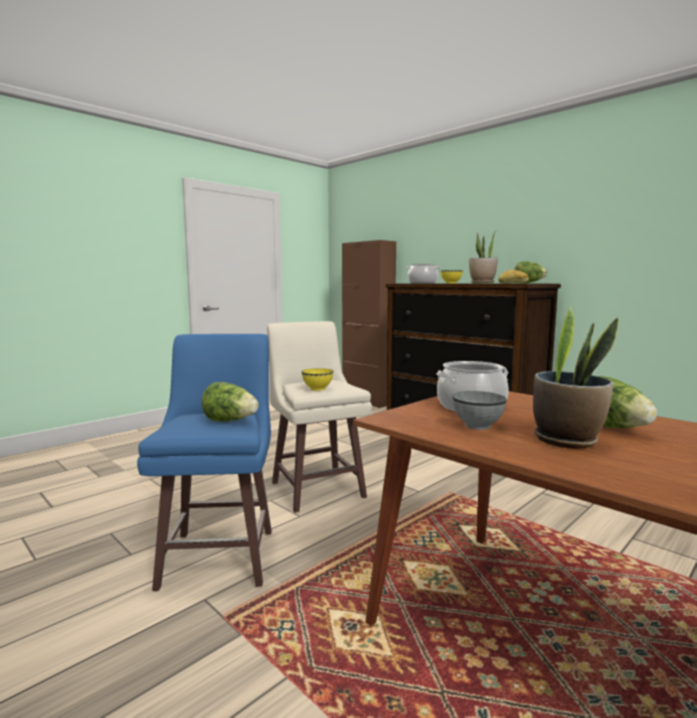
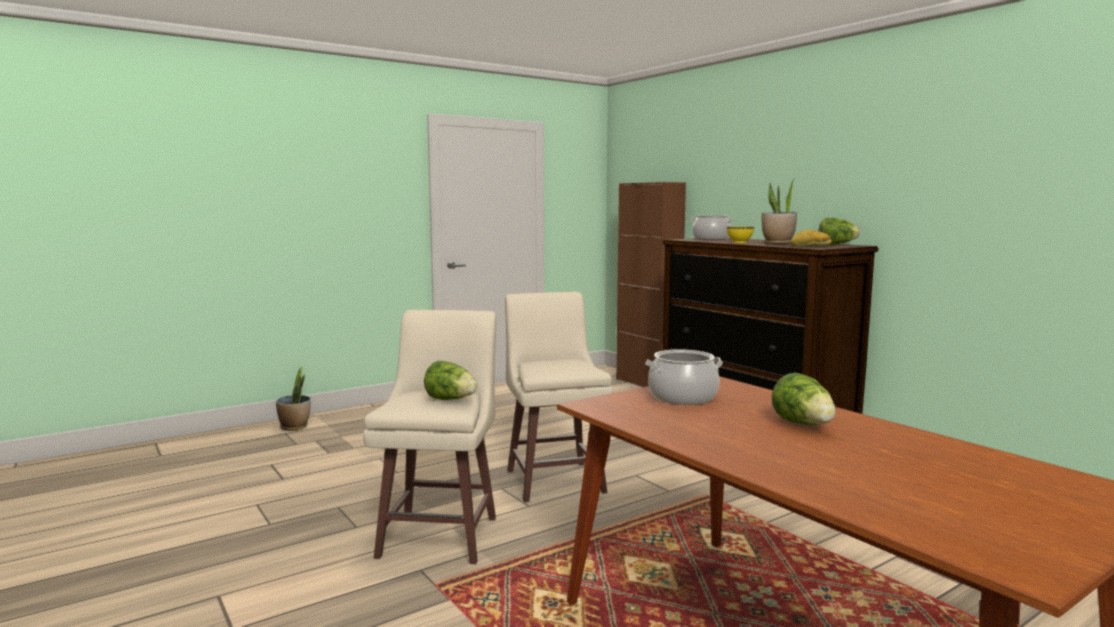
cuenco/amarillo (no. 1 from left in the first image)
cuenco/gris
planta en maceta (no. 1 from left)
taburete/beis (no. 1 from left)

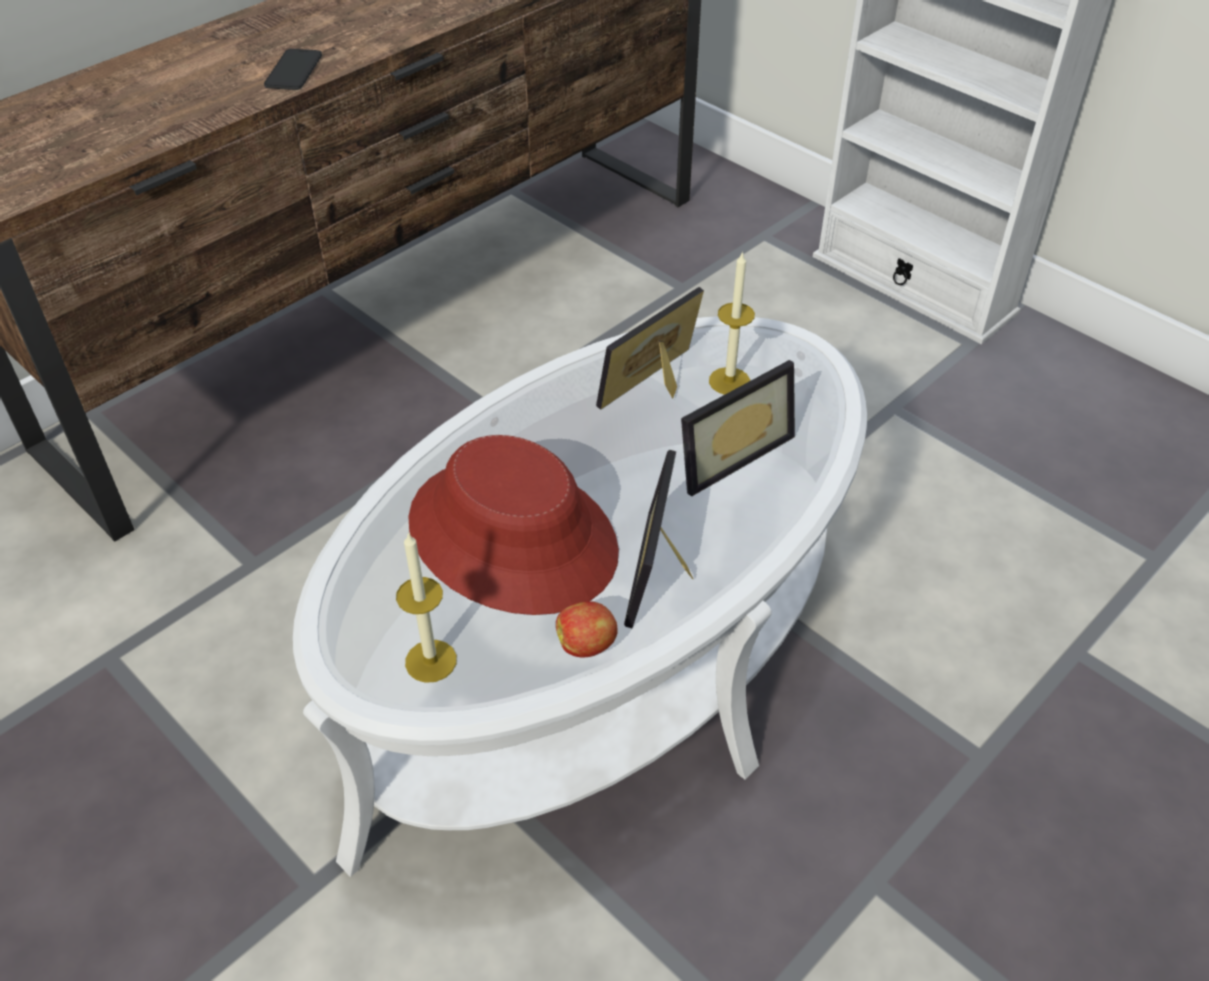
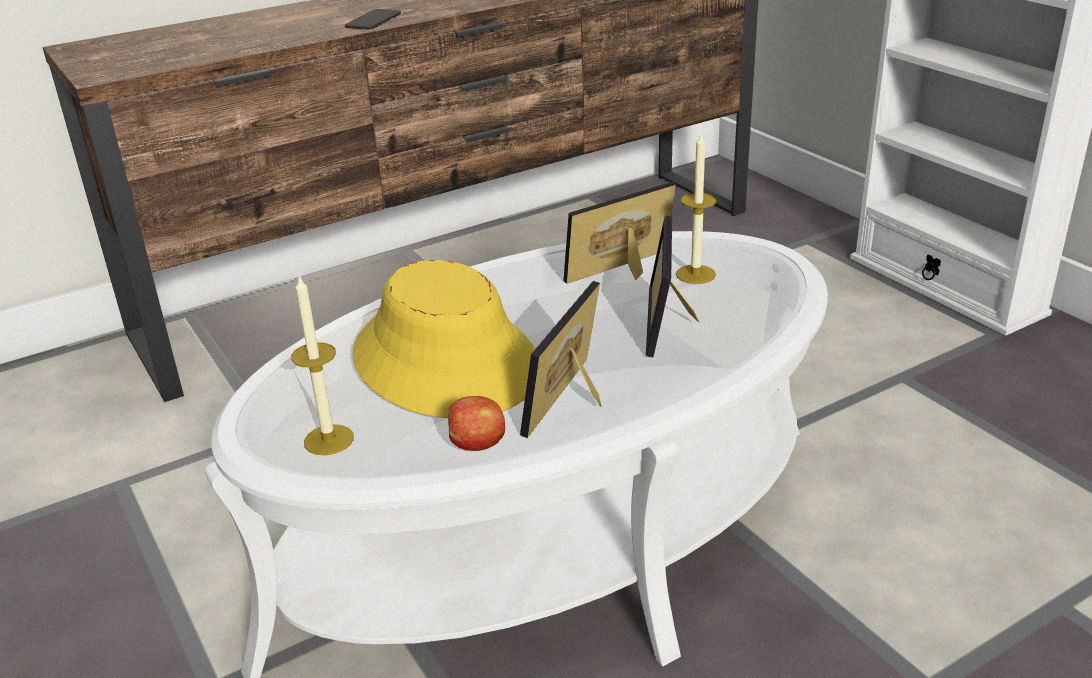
sombrero/amarillo
portarretratos (no. 3 from left)

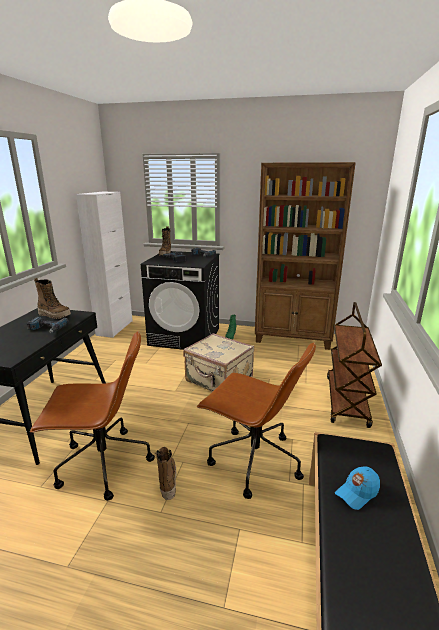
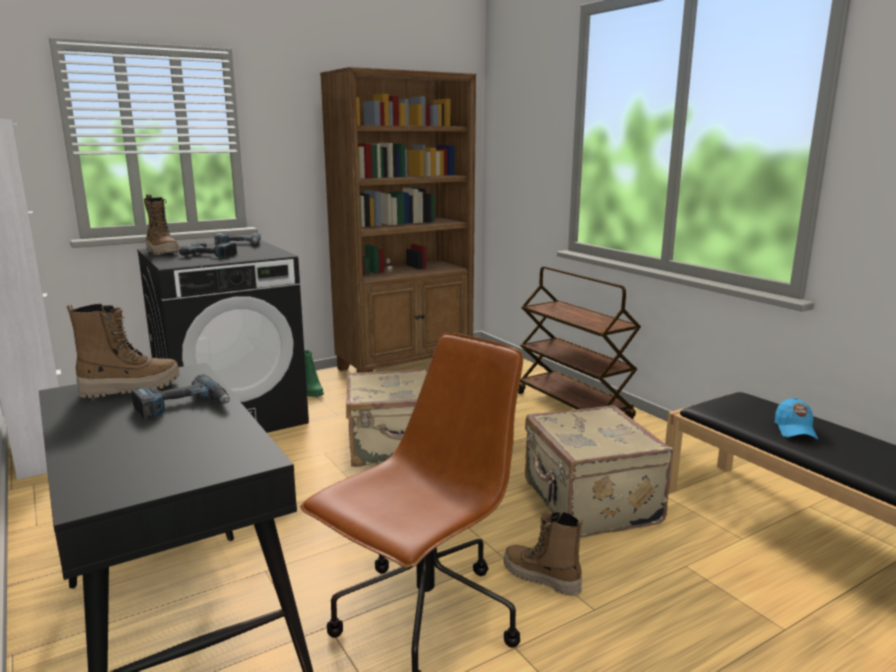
maleta/beis (no. 2 from left)

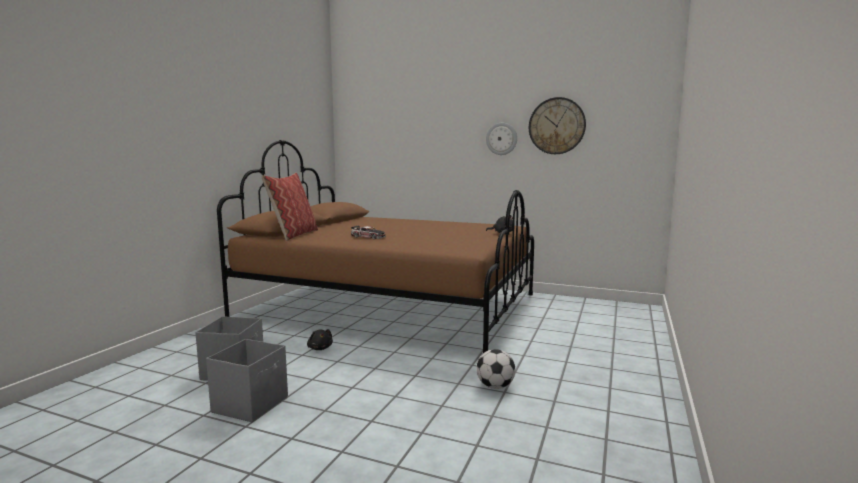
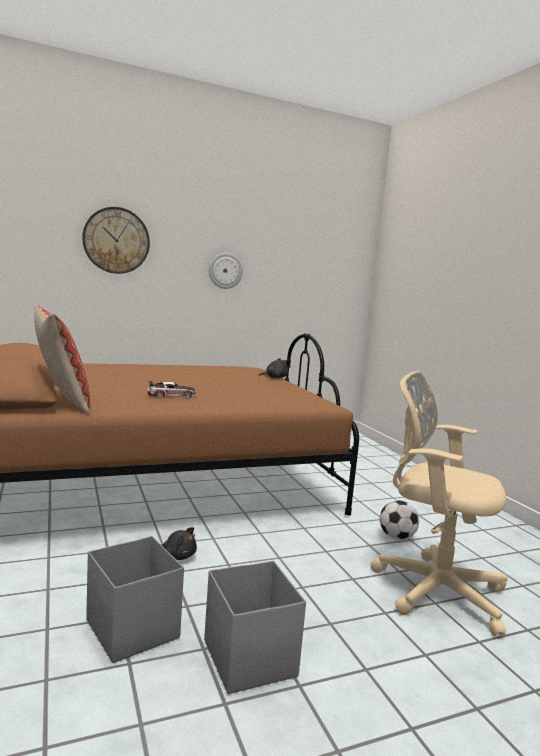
silla de oficina/beis
reloj de pared (no. 1 from left)

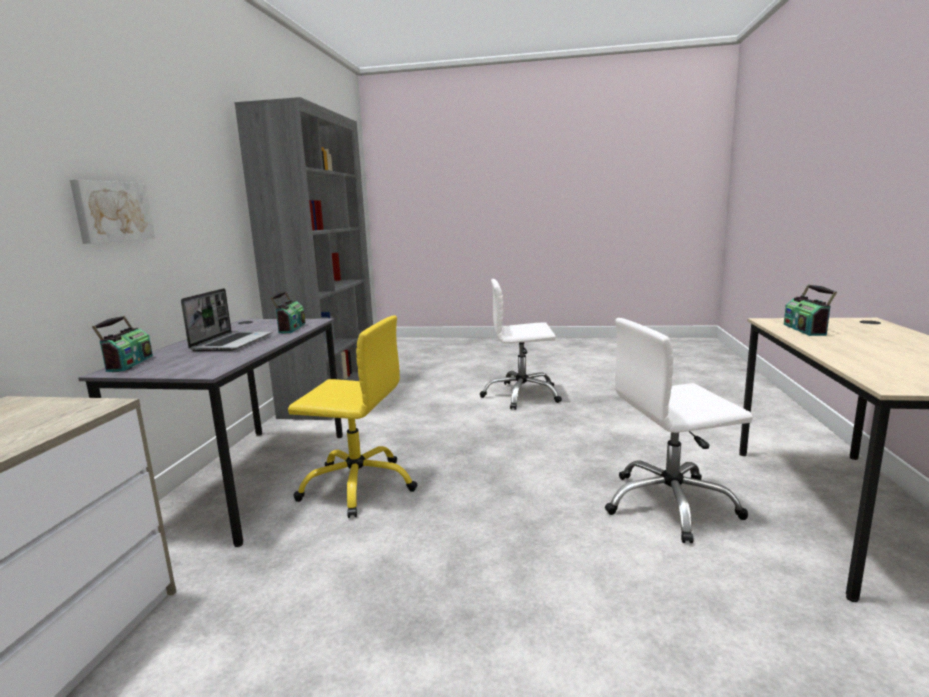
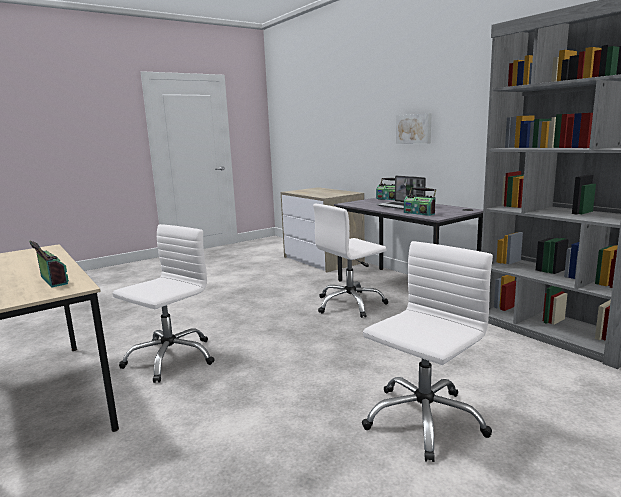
silla de oficina/blanco (no. 2 from left)

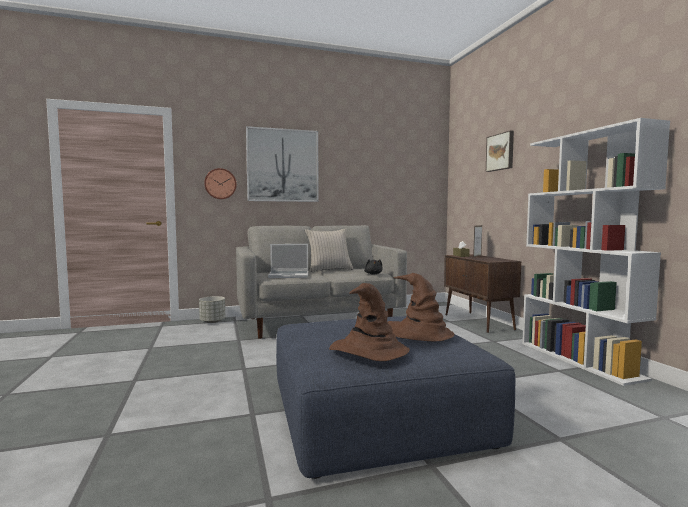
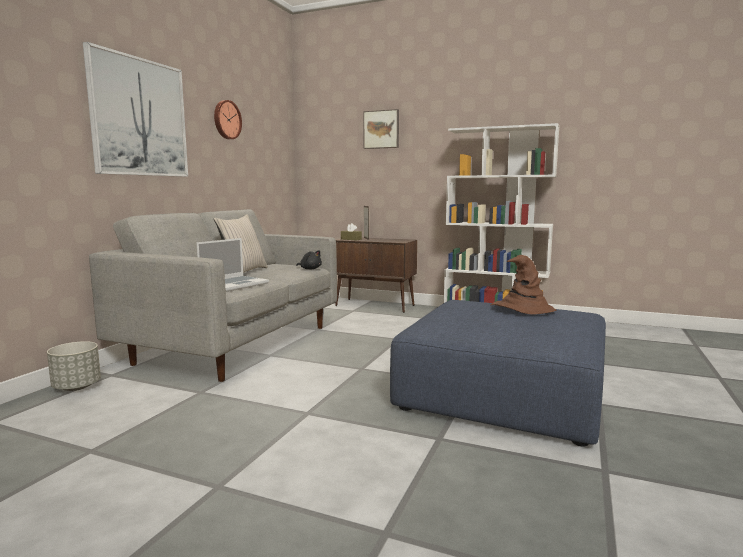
sombrero/marrón (no. 1 from left in the first image)
reloj de pared

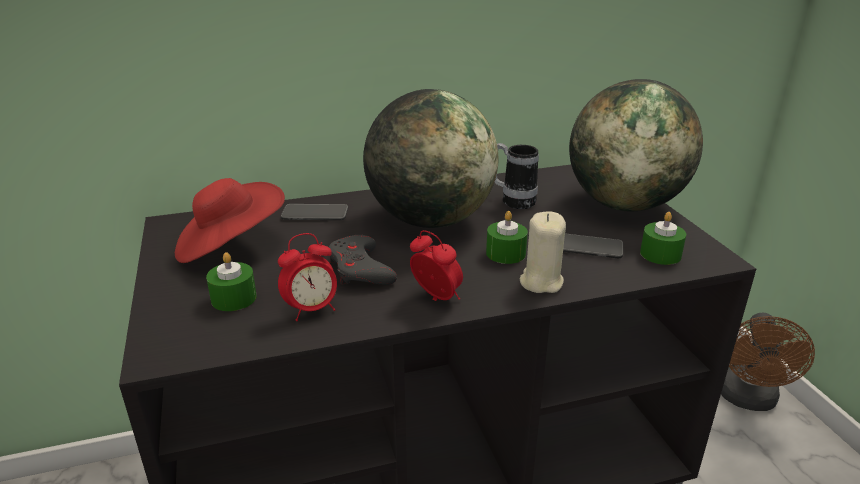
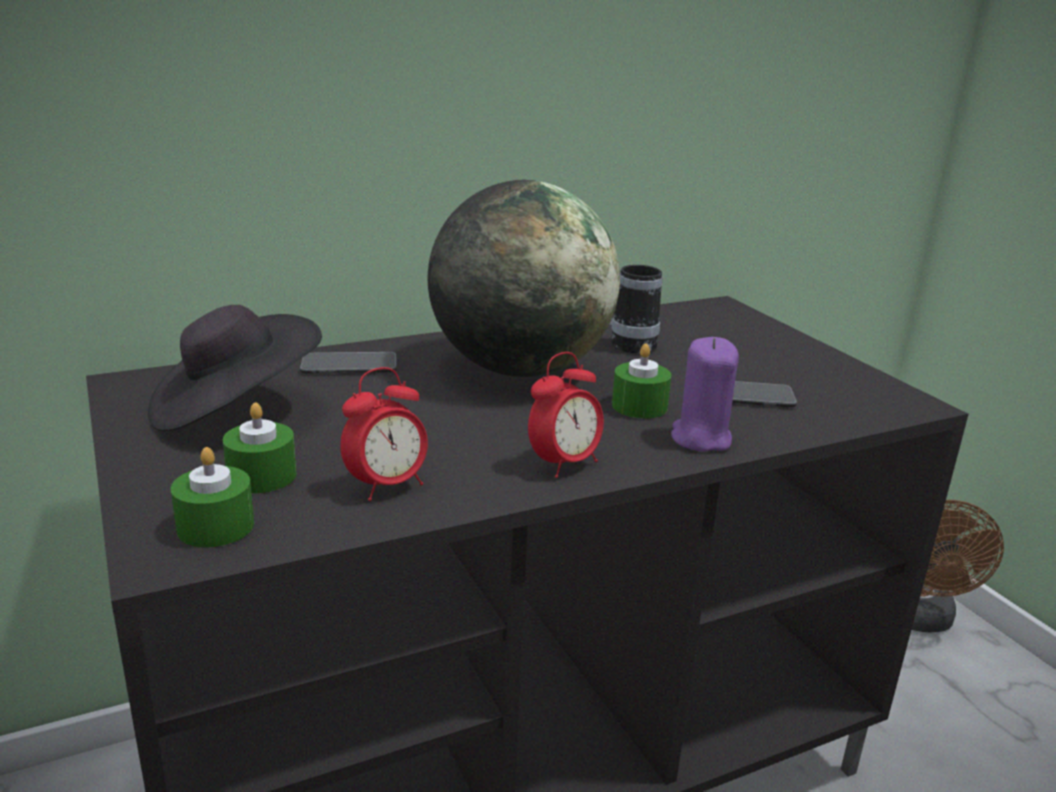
mando de consola/gris
globo terráqueo (no. 2 from left in the first image)
vela/verde (no. 1 from left)
sombrero/negro
vela/morado
despertador (no. 2 from left)

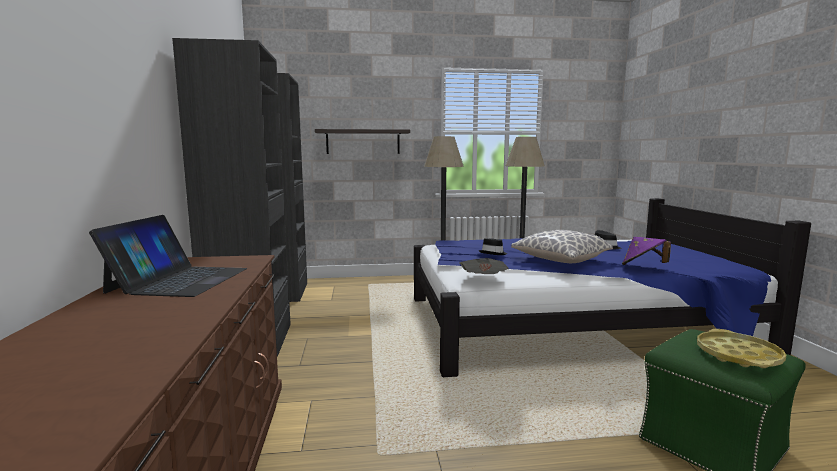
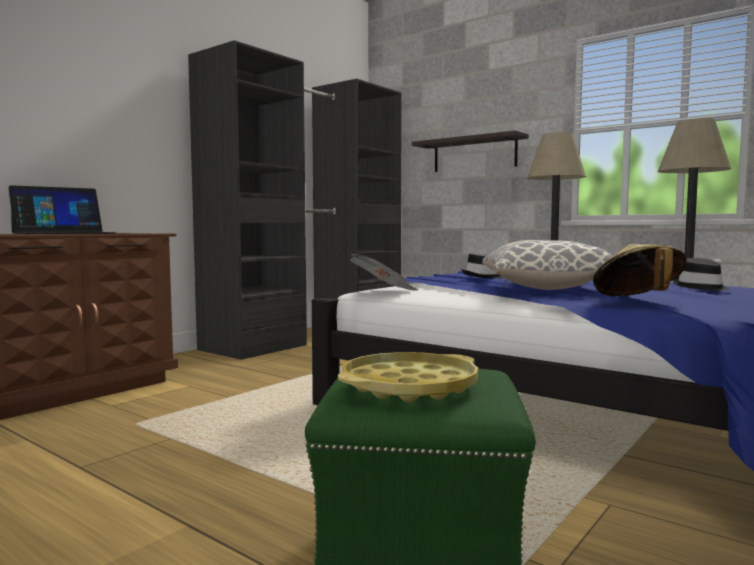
sombrero/beis

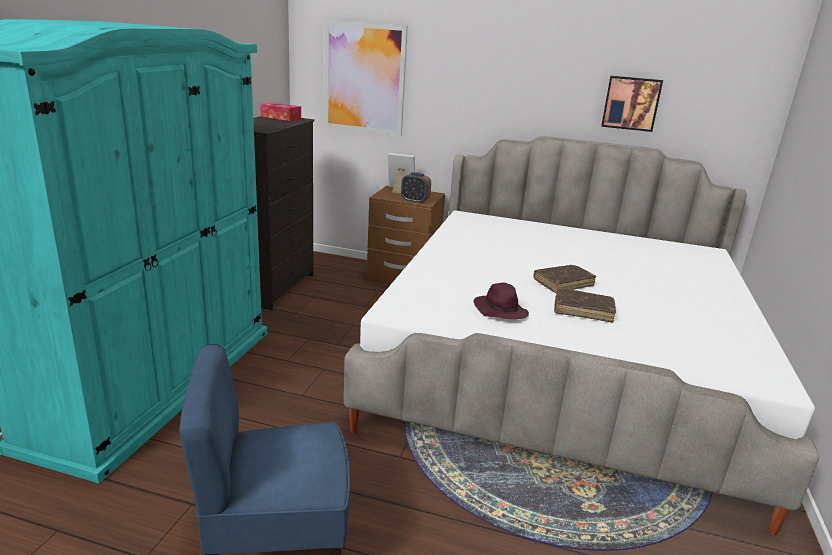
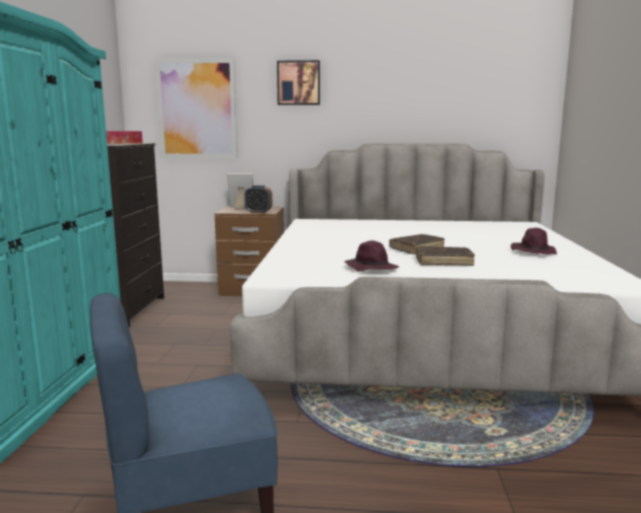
sombrero/morado (no. 2 from left)
cuadro (no. 2 from left)

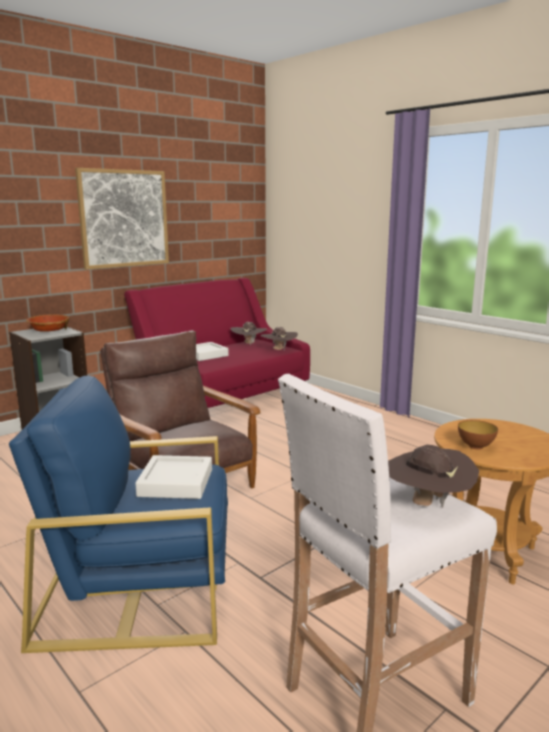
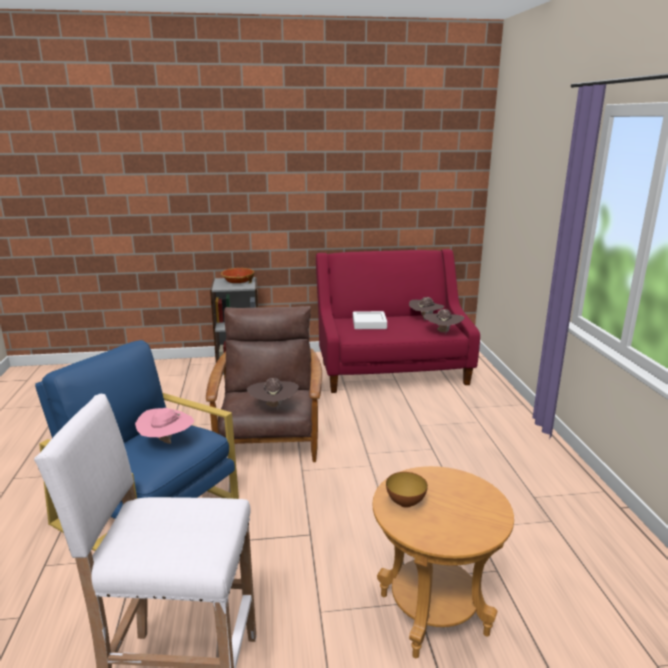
cuadro
sombrero/marrón (no. 1 from left)
sombrero/rosa

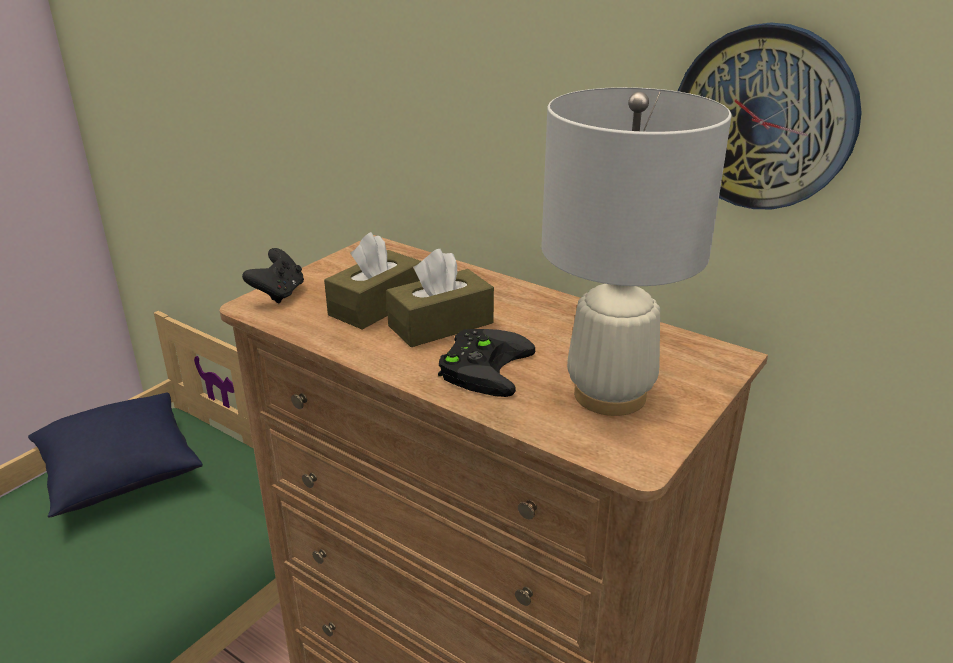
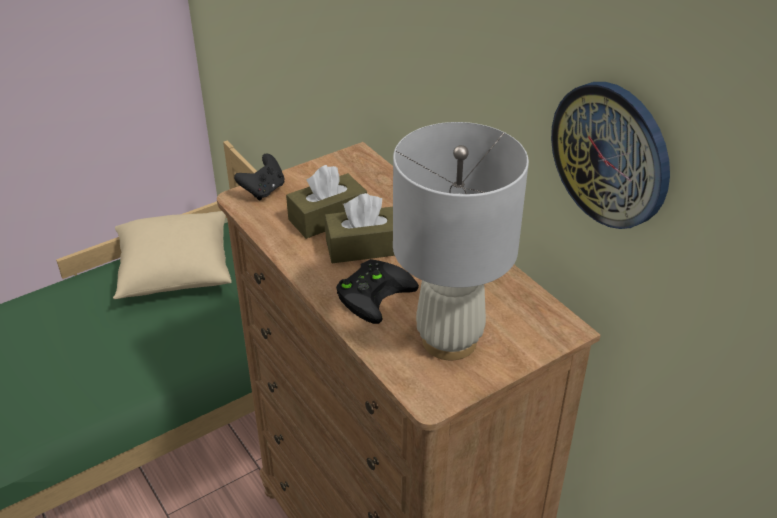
cojín/beis

